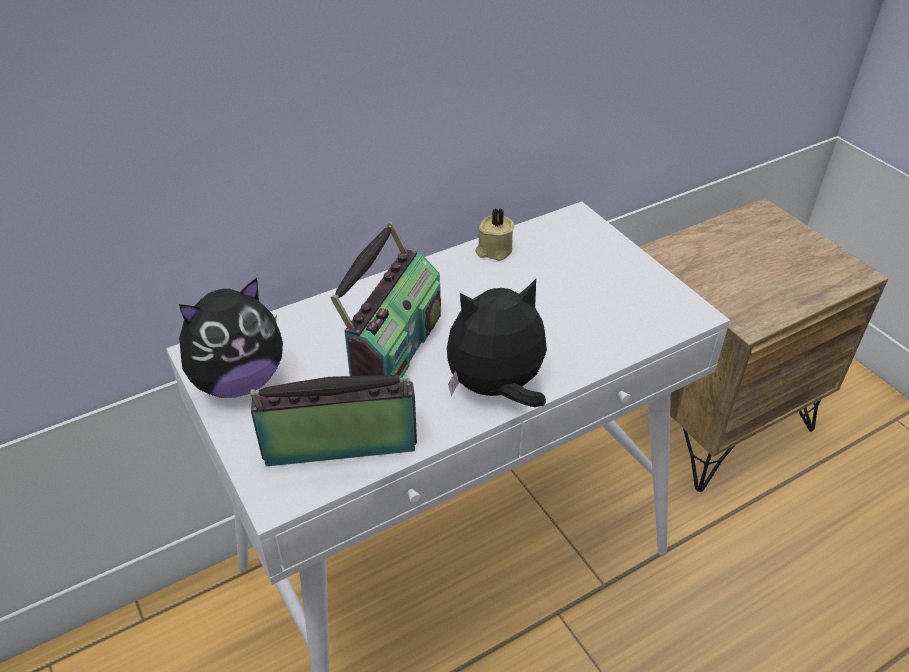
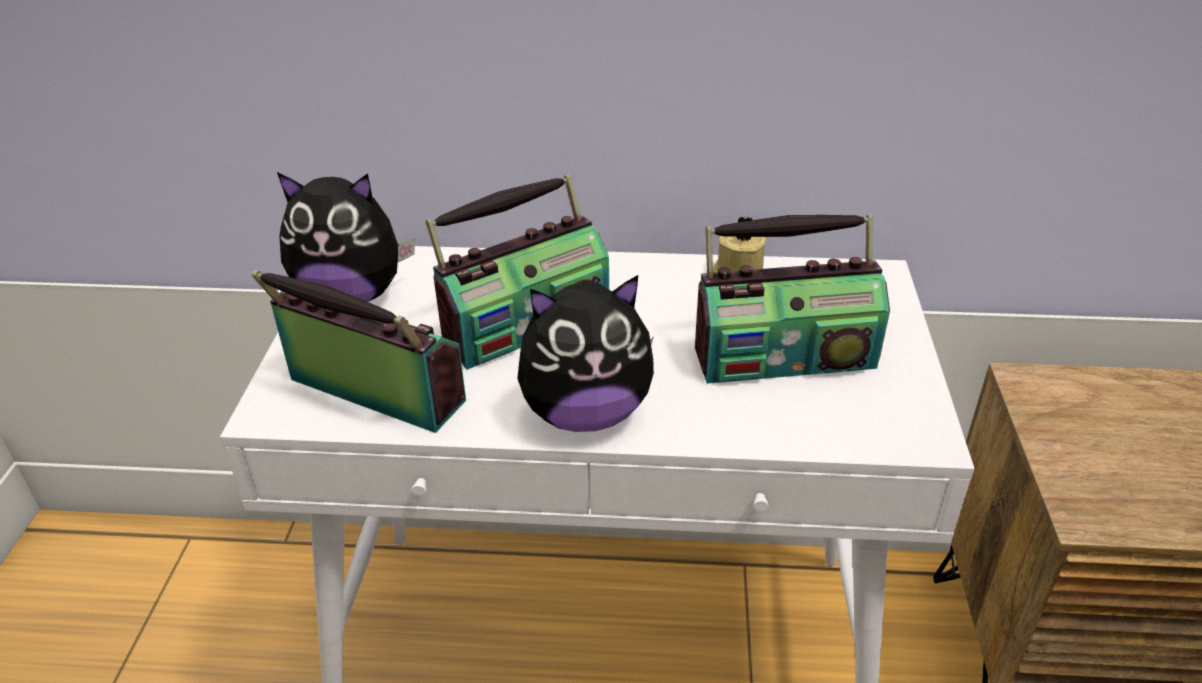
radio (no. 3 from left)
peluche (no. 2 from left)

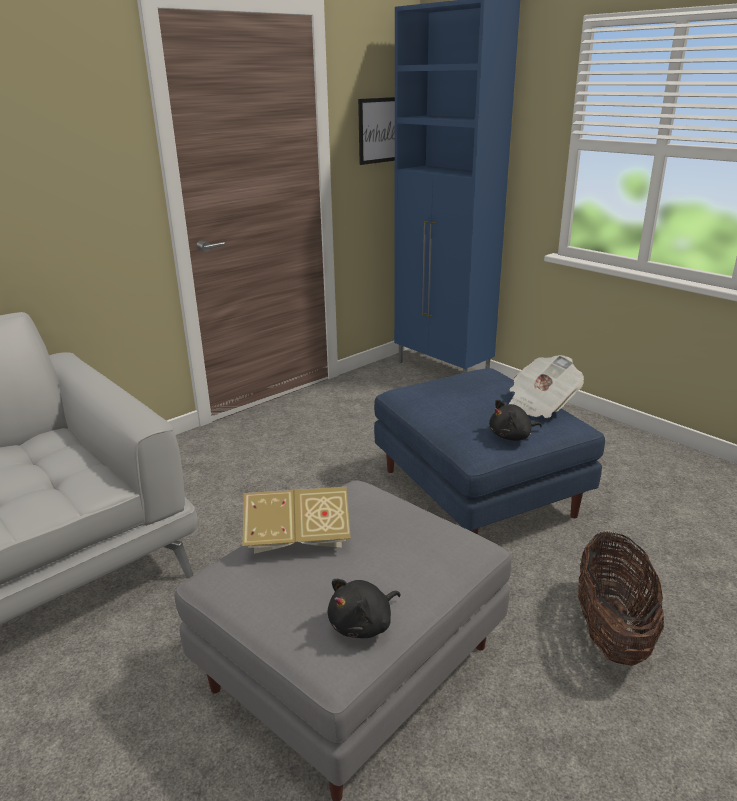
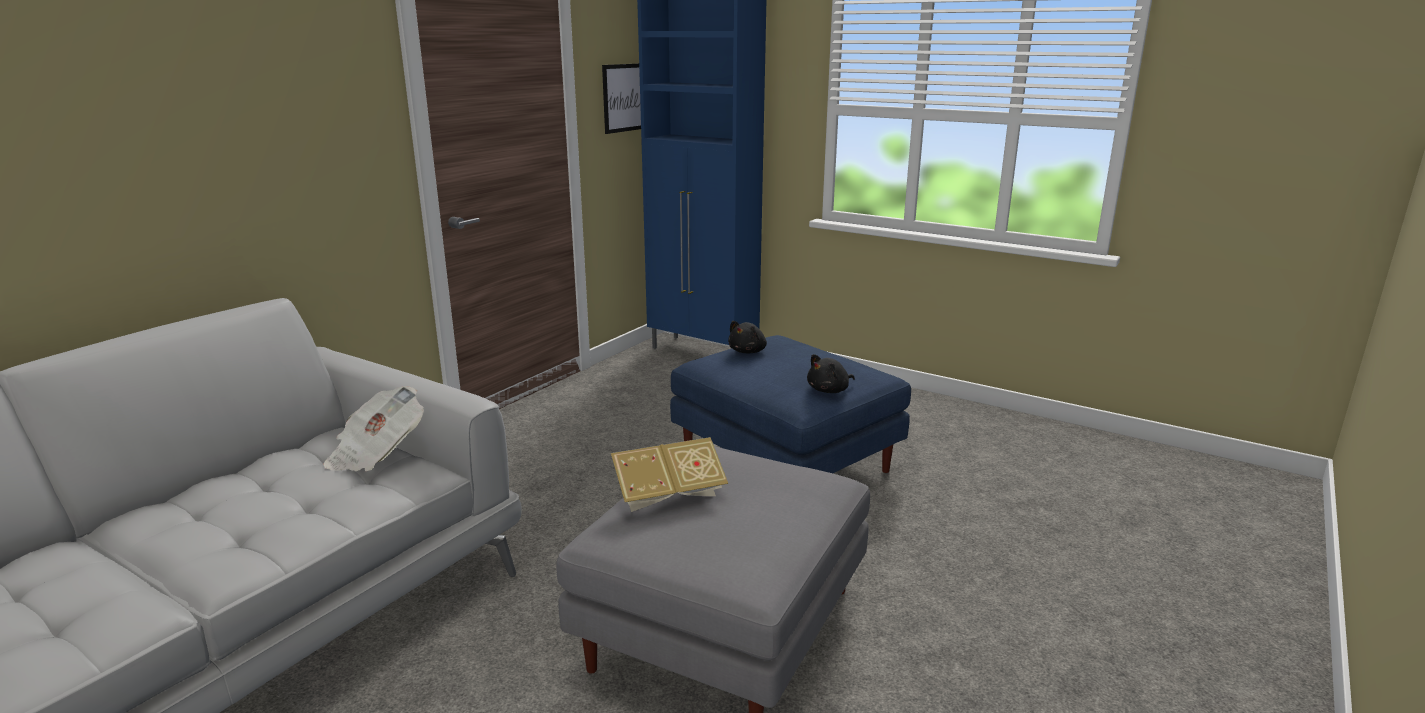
cesta
peluche/negro (no. 1 from left)
periódico

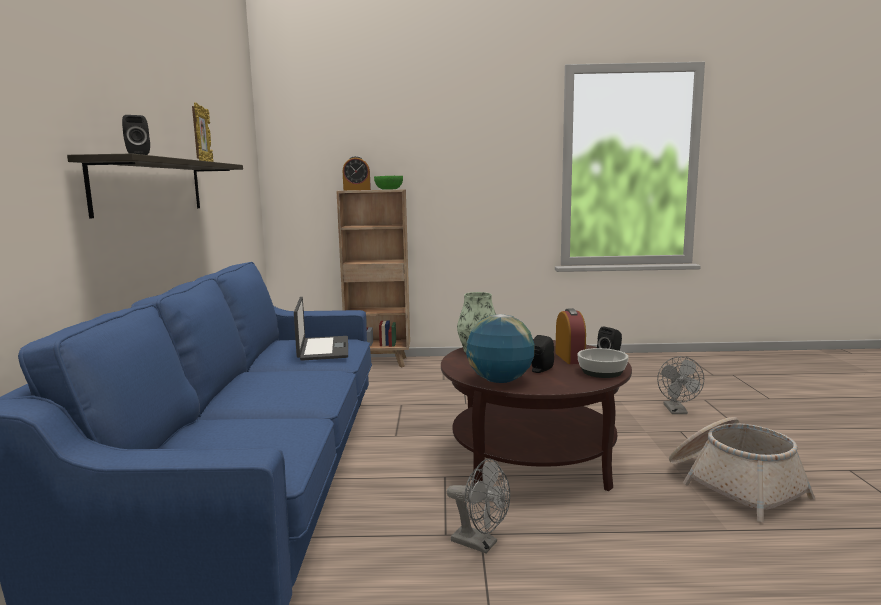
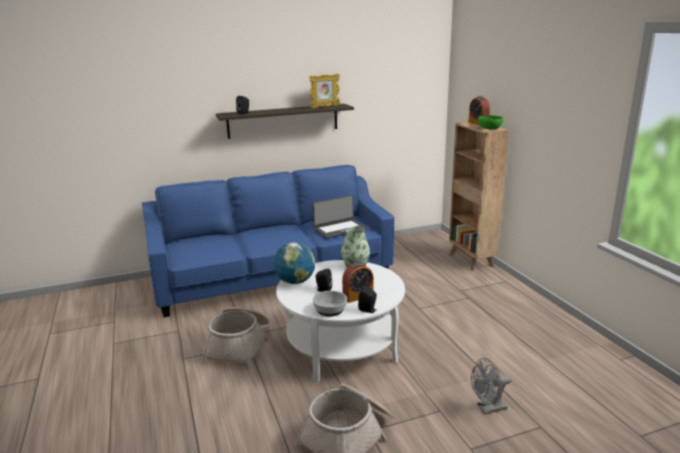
cesta (no. 1 from left)
mesa de centro/blanco

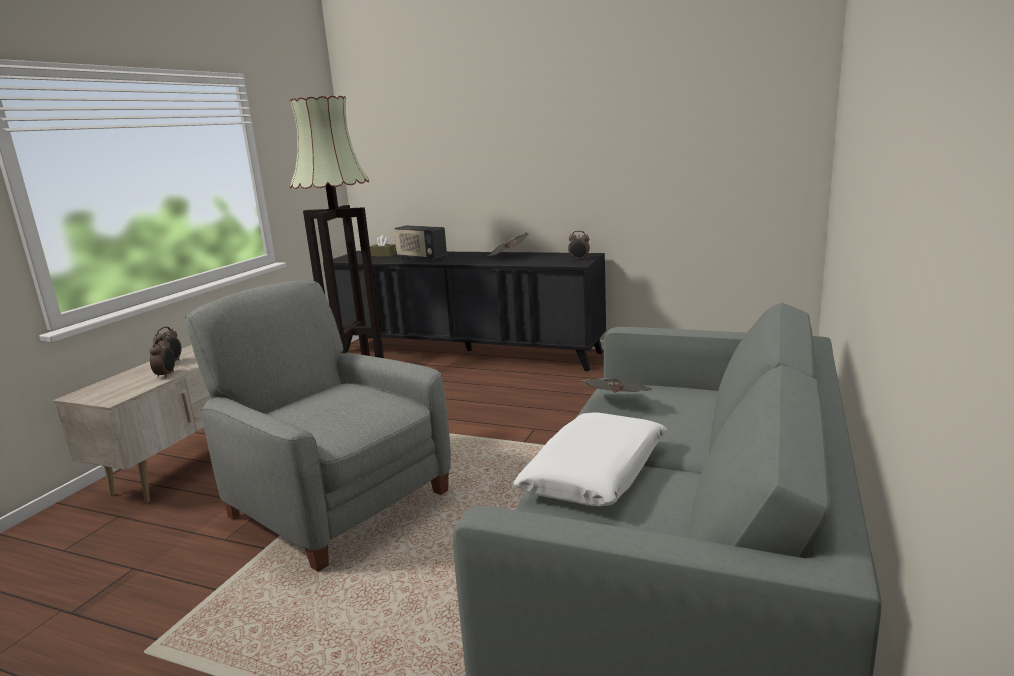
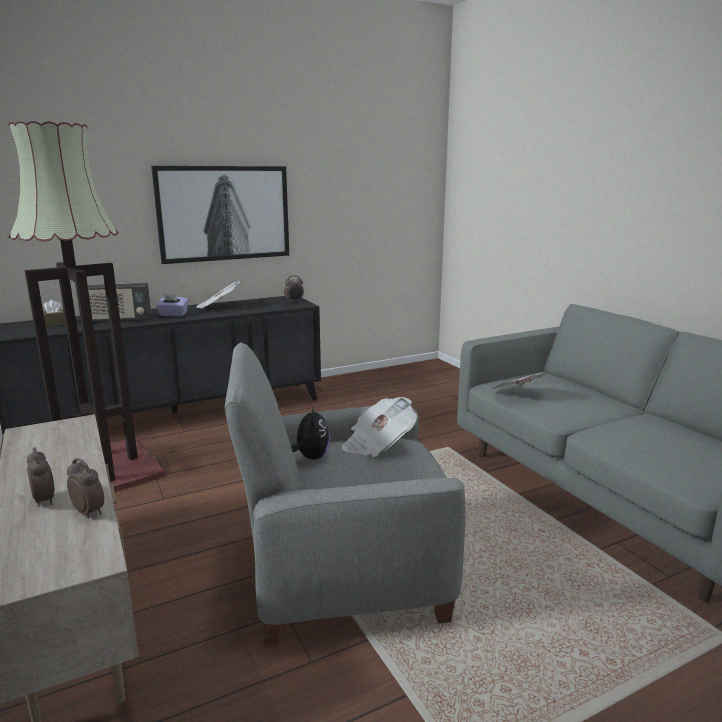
cojín/blanco
cuadro
caja de pañuelos/morado
peluche
periódico (no. 2 from left)

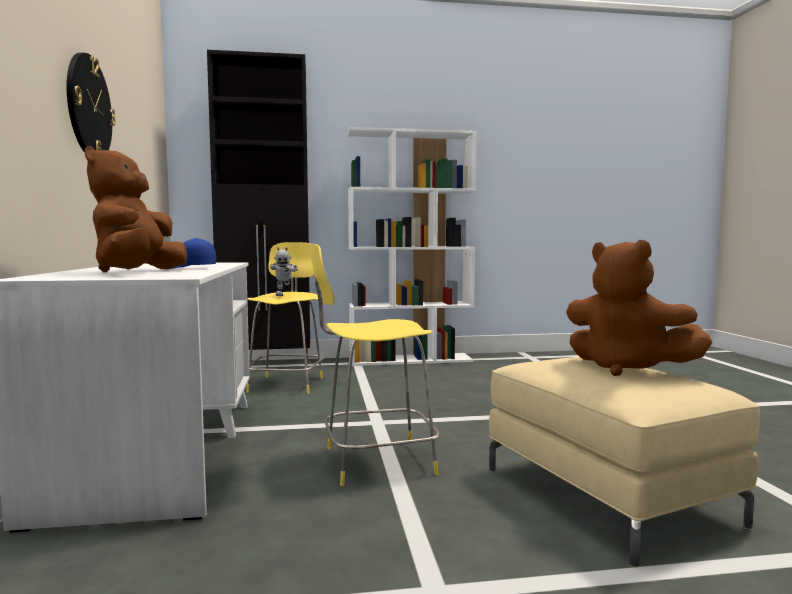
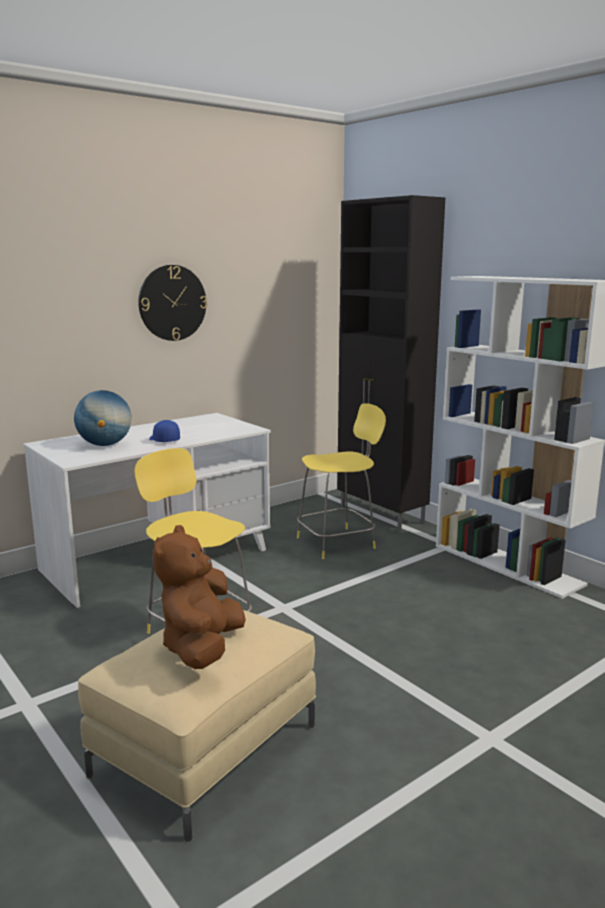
robot de juguete
globo terráqueo

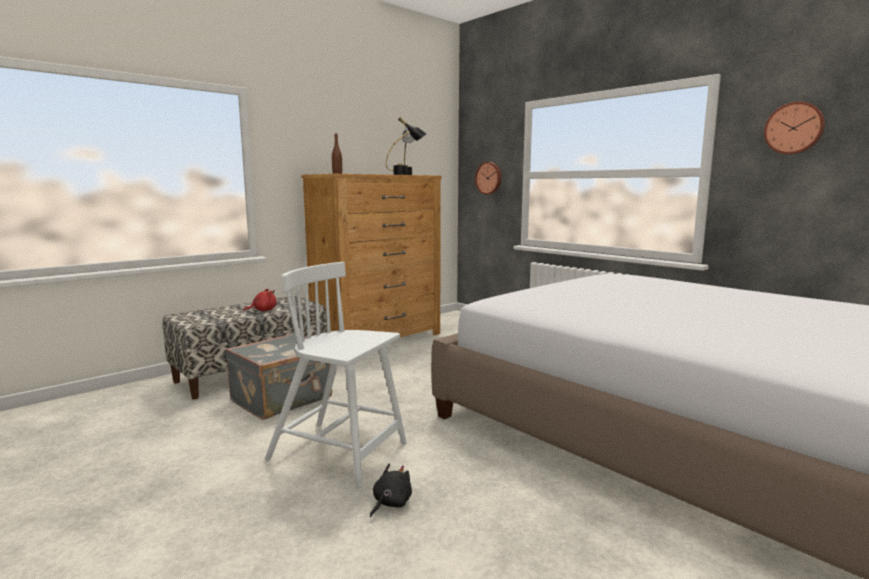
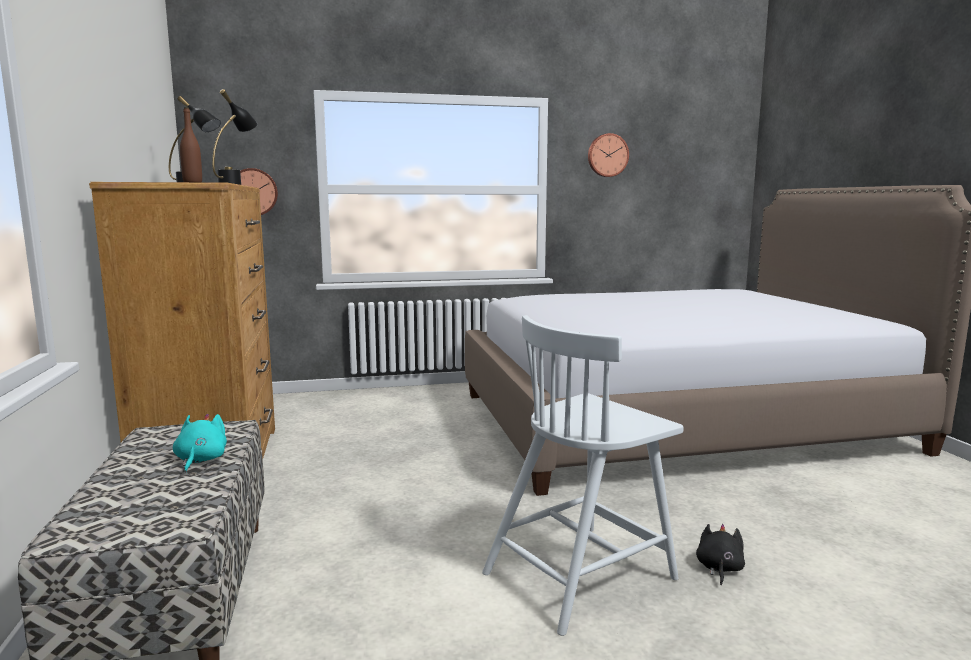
maleta/gris
peluche/turquesa
peluche/negro

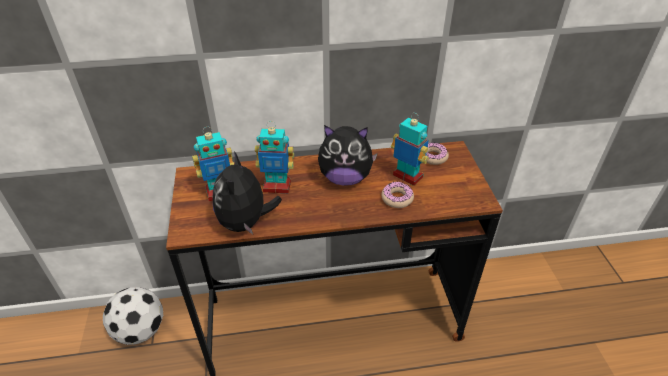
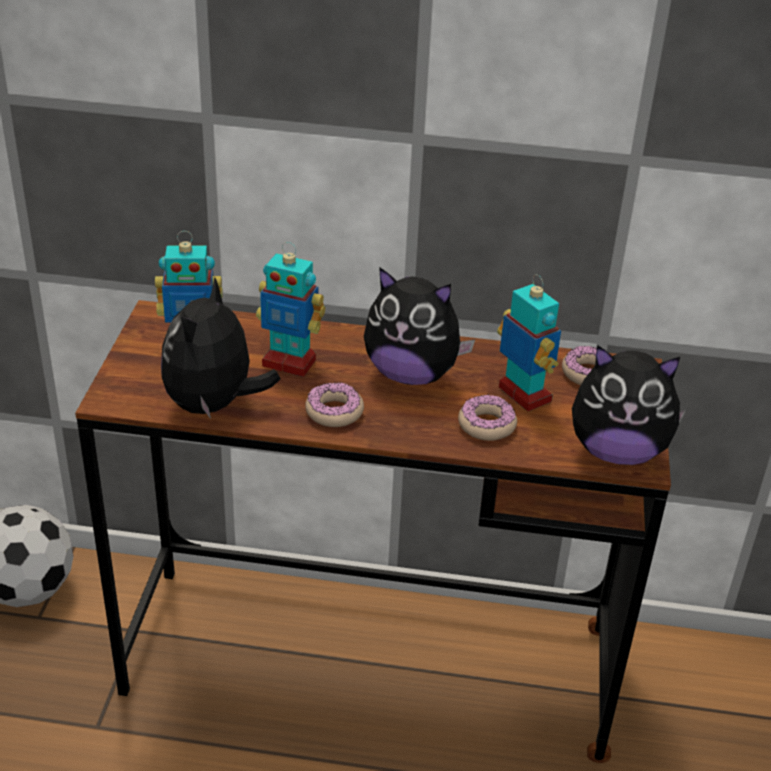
rosquilla (no. 1 from left)
peluche (no. 3 from left)

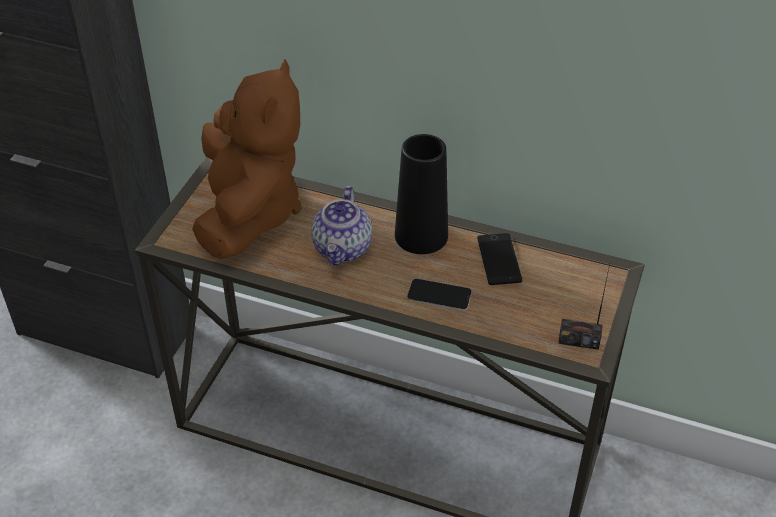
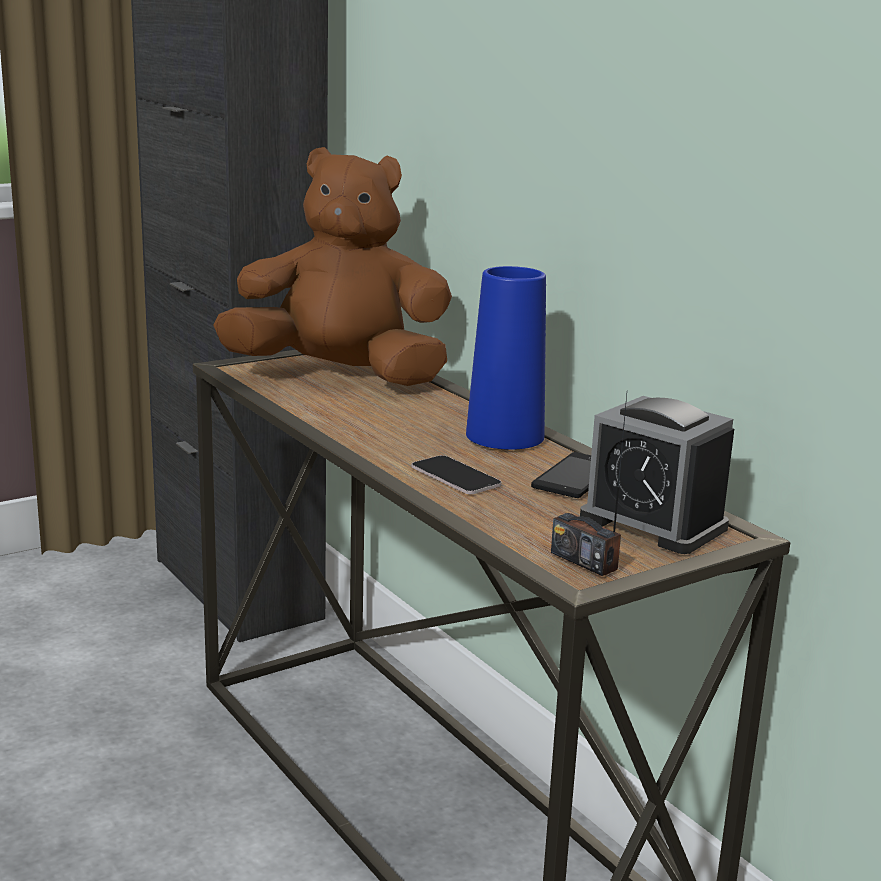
tetera
despertador
florero/azul
peluche/marrón

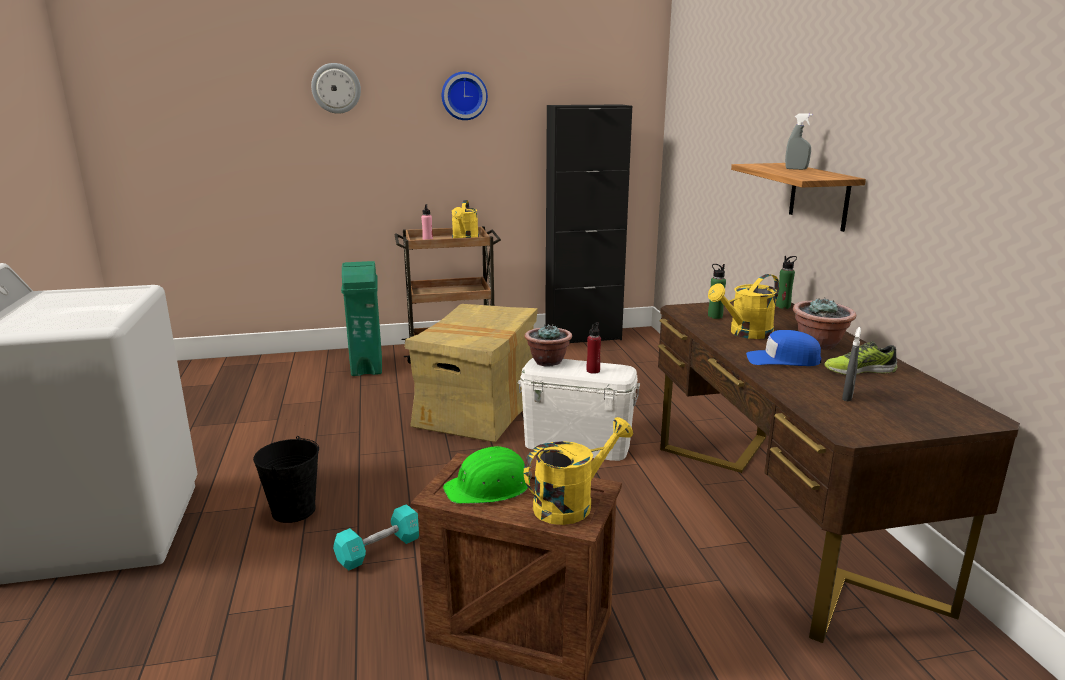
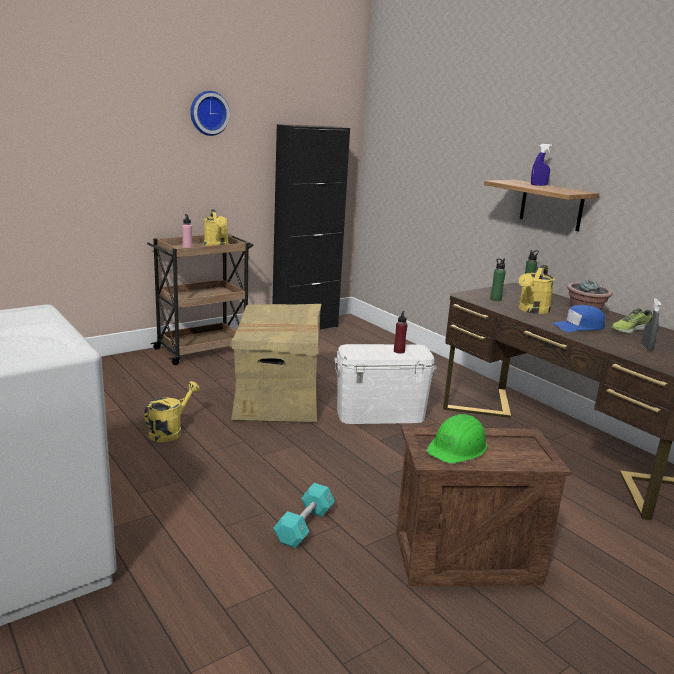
cubo/negro
reloj de pared (no. 1 from left in the first image)
papelera/verde
planta en maceta (no. 1 from left in the first image)
regadera/amarillo (no. 1 from left)
pulverizador/azul

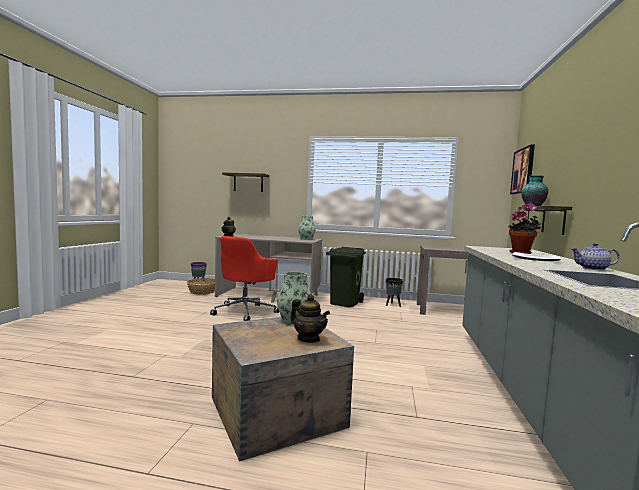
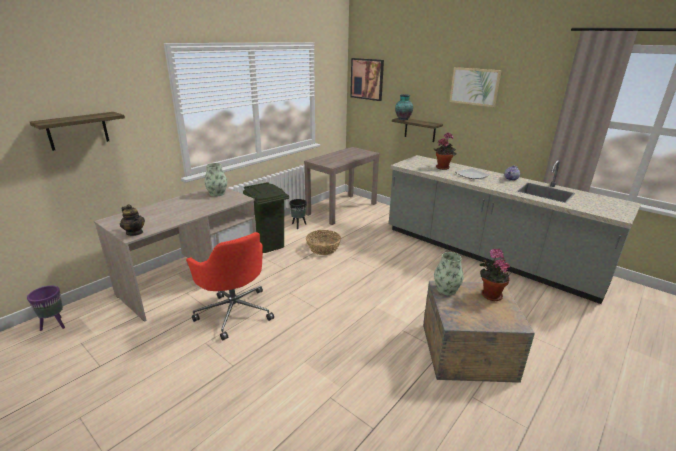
cuadro (no. 2 from left)
cesta
planta en maceta (no. 2 from left)

